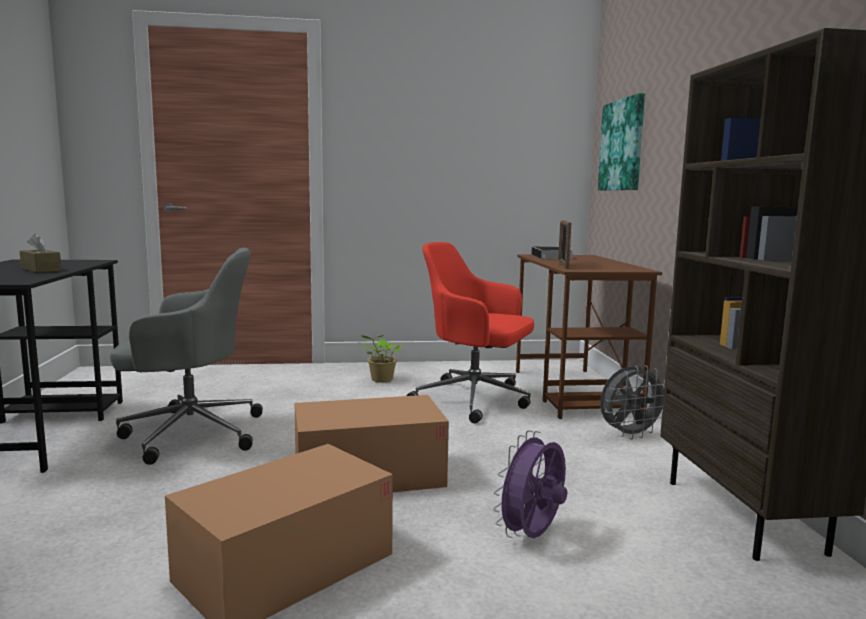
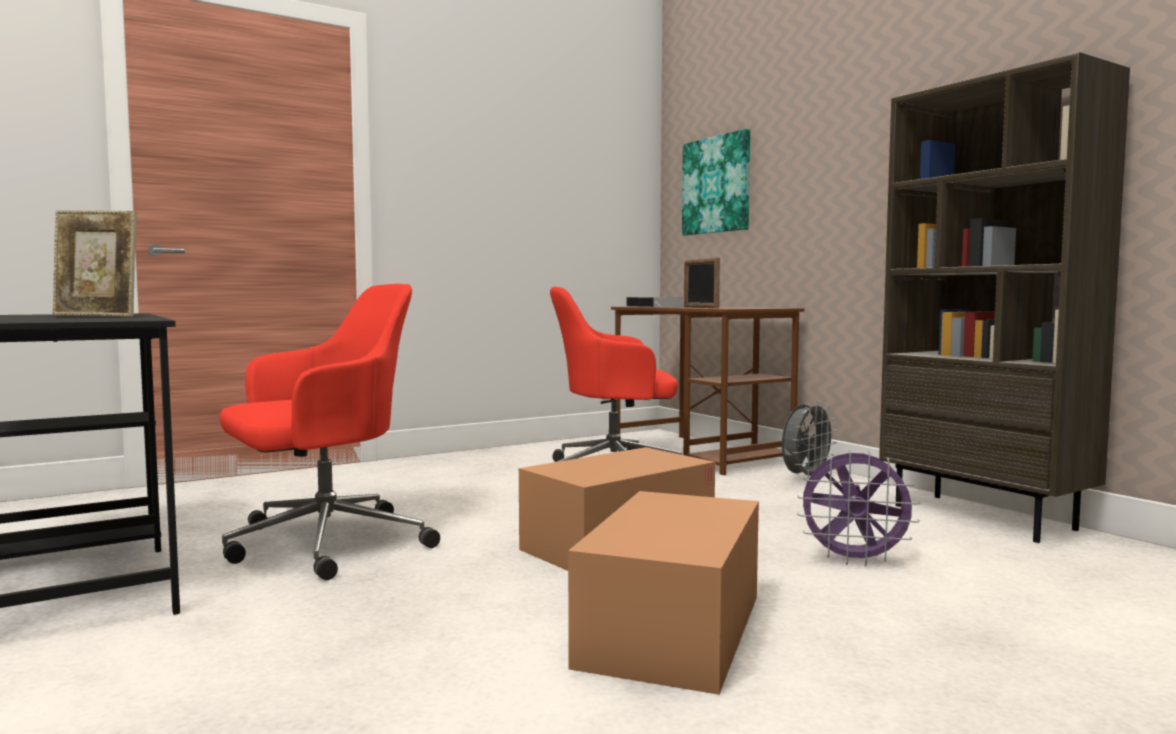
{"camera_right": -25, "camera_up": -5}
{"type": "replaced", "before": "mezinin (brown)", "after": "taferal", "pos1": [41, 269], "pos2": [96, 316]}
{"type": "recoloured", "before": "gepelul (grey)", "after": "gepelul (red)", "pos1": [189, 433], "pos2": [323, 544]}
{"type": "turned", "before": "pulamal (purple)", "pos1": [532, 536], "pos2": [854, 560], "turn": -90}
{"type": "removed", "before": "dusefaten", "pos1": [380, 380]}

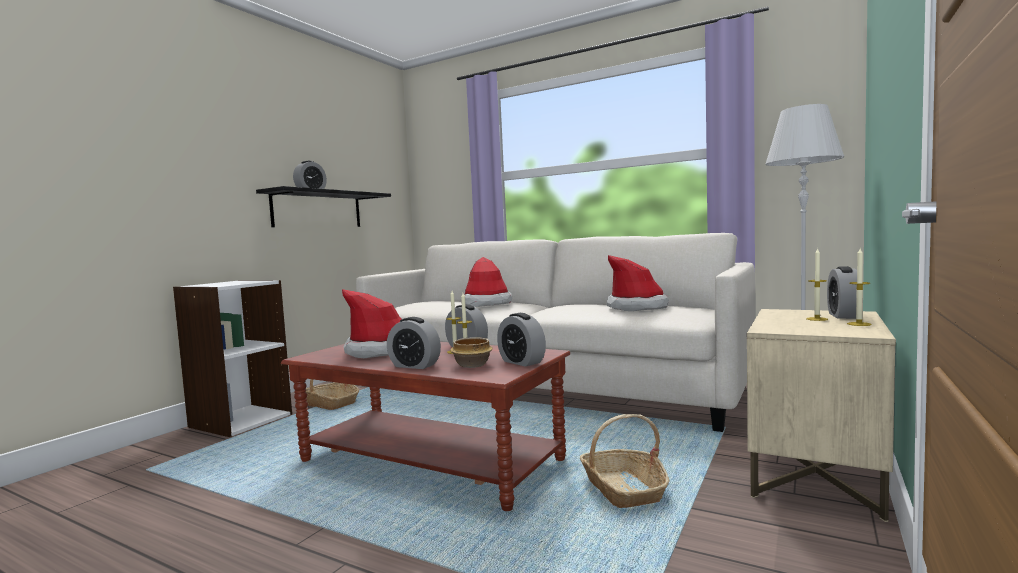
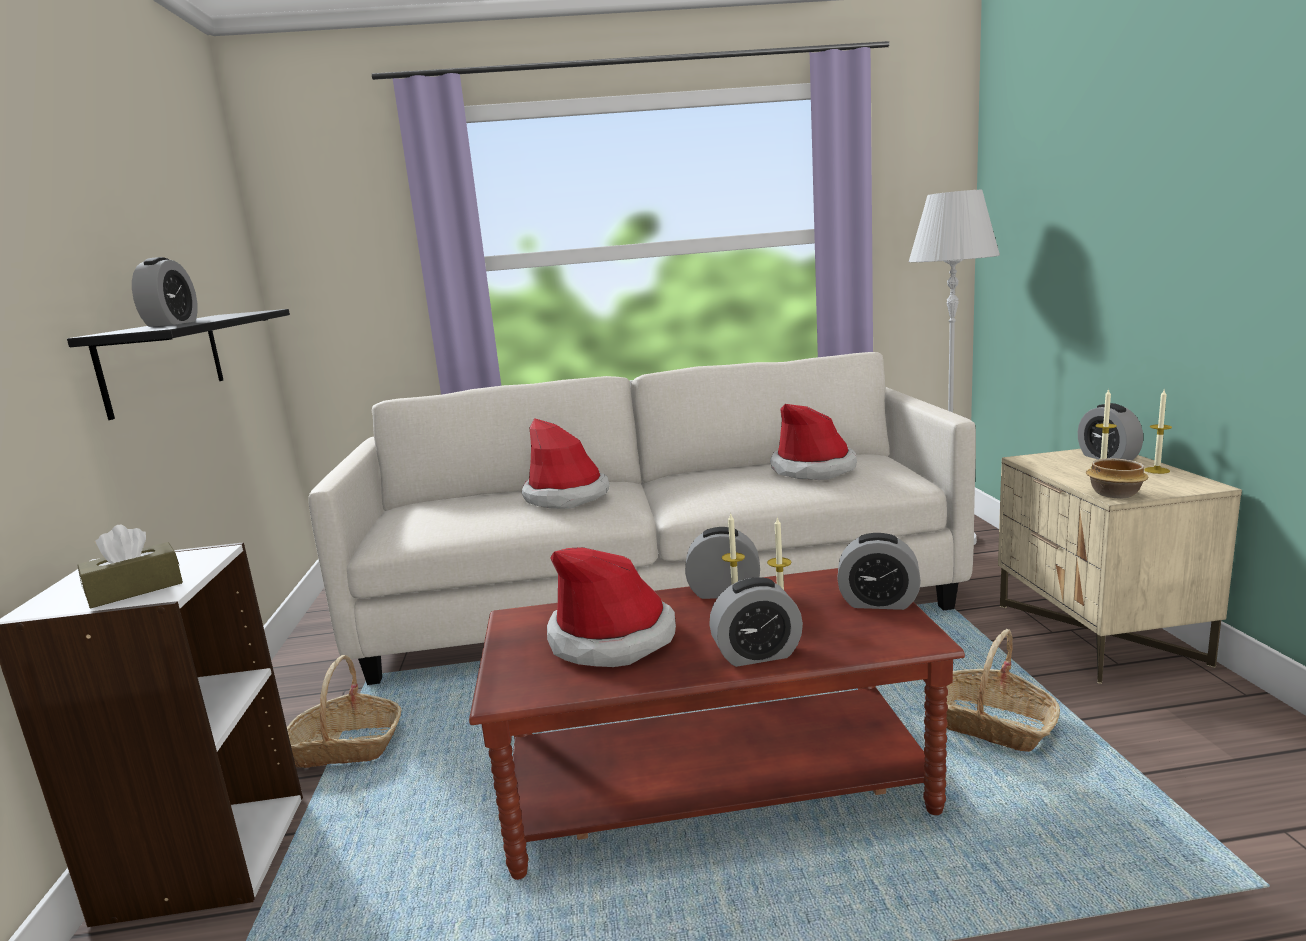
{"camera_right": -35, "camera_up": 10}
{"type": "added", "after": "mezinin (brown)", "pos2": [135, 589]}
{"type": "moved", "before": "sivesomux", "pos1": [472, 365], "pos2": [1113, 494]}

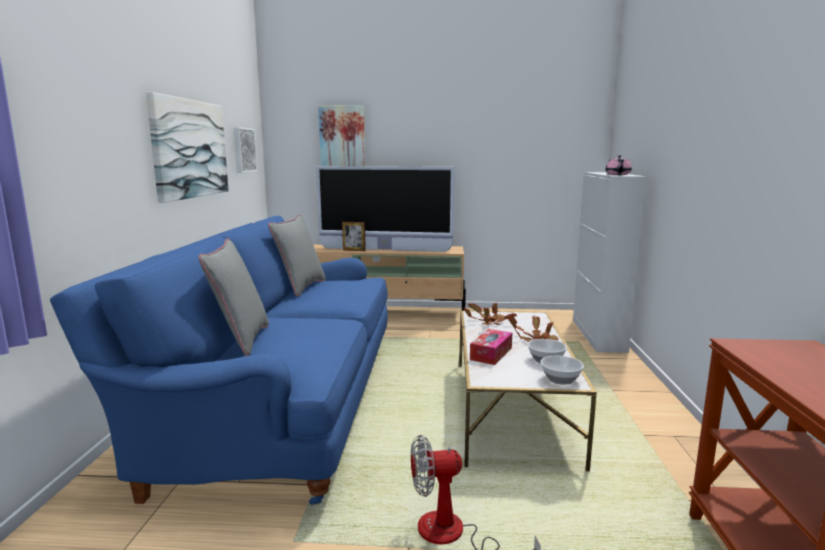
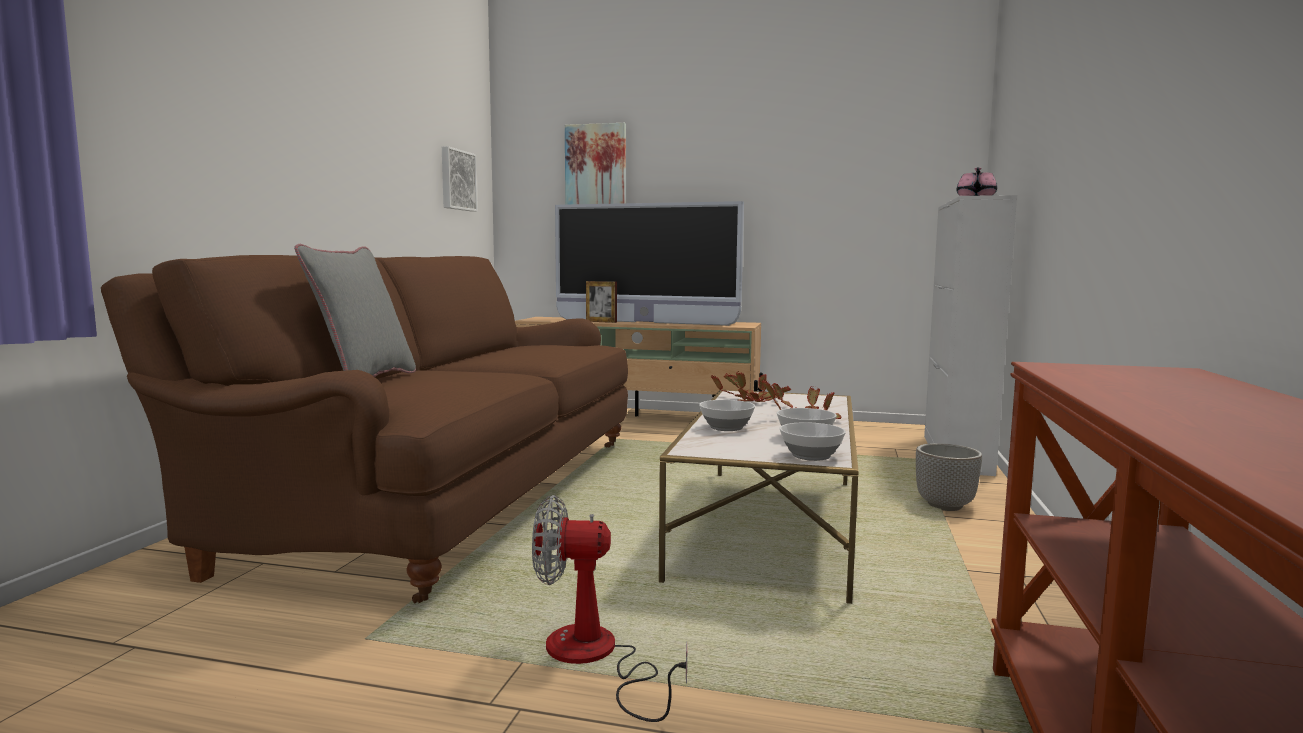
{"camera_right": 10, "camera_up": -5}
{"type": "recoloured", "before": "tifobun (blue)", "after": "tifobun (brown)", "pos1": [281, 401], "pos2": [444, 495]}
{"type": "replaced", "before": "mezinin", "after": "sivesomux", "pos1": [491, 354], "pos2": [726, 428]}
{"type": "added", "after": "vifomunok", "pos2": [946, 506]}
{"type": "removed", "before": "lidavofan", "pos1": [190, 149]}
{"type": "removed", "before": "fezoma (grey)", "pos1": [300, 287]}

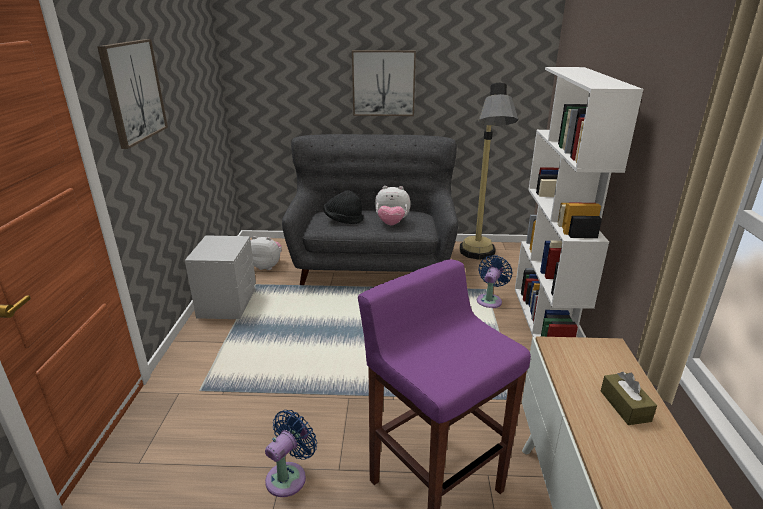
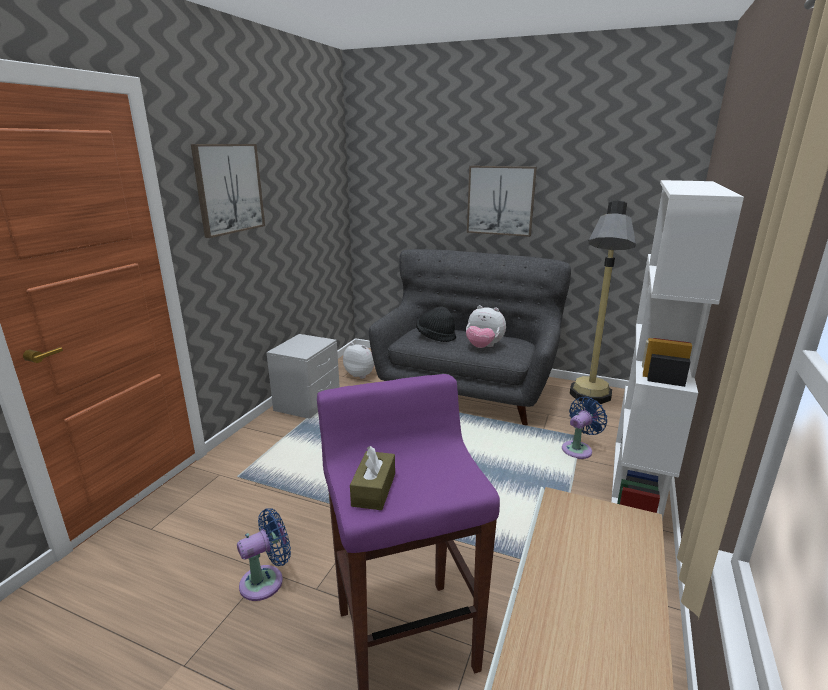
{"camera_right": 20, "camera_up": -5}
{"type": "moved", "before": "mezinin (brown)", "pos1": [625, 406], "pos2": [374, 489]}

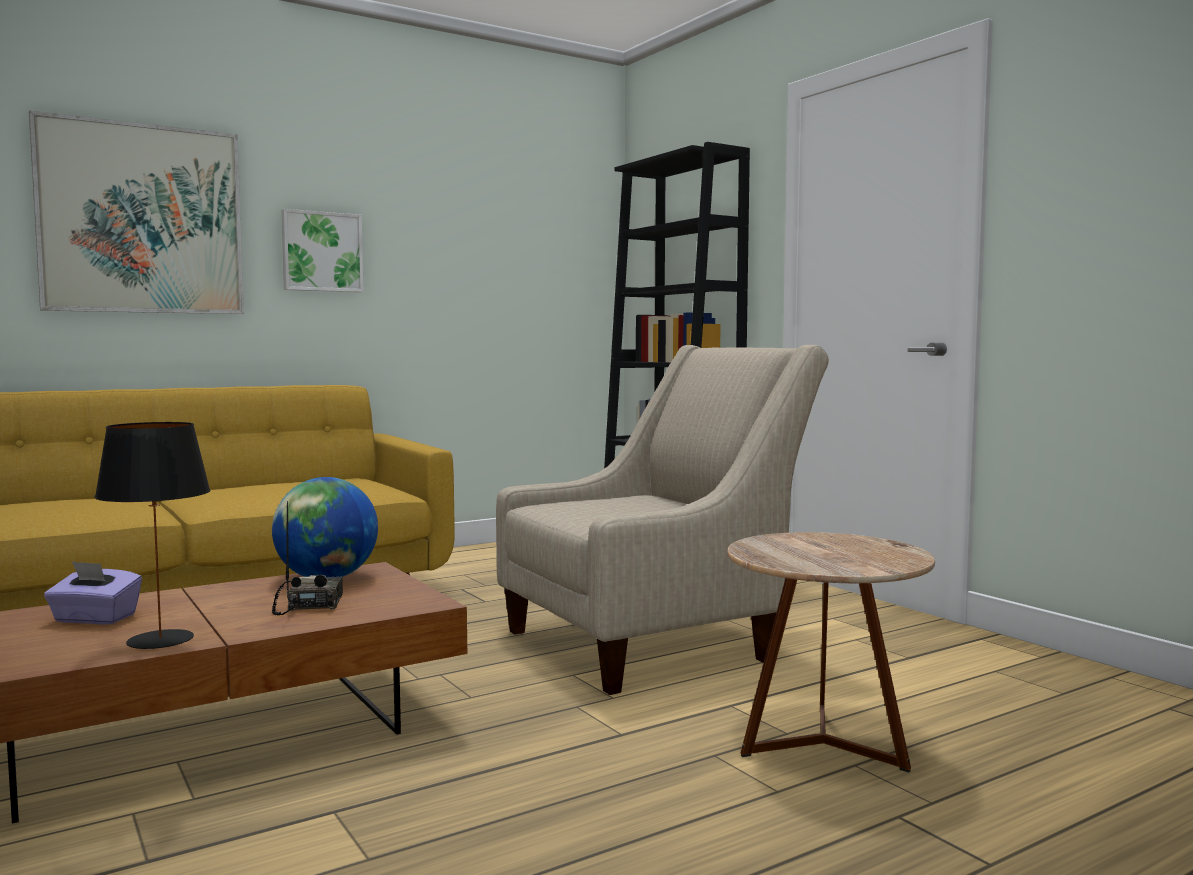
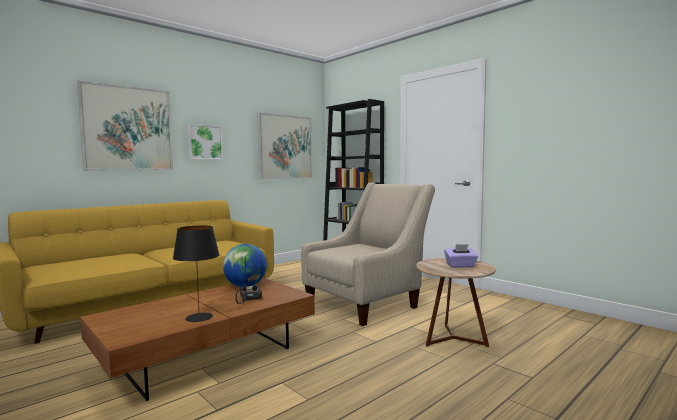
{"camera_right": -10, "camera_up": 0}
{"type": "added", "after": "lidavofan", "pos2": [285, 147]}
{"type": "moved", "before": "mezinin (purple)", "pos1": [95, 619], "pos2": [460, 266]}

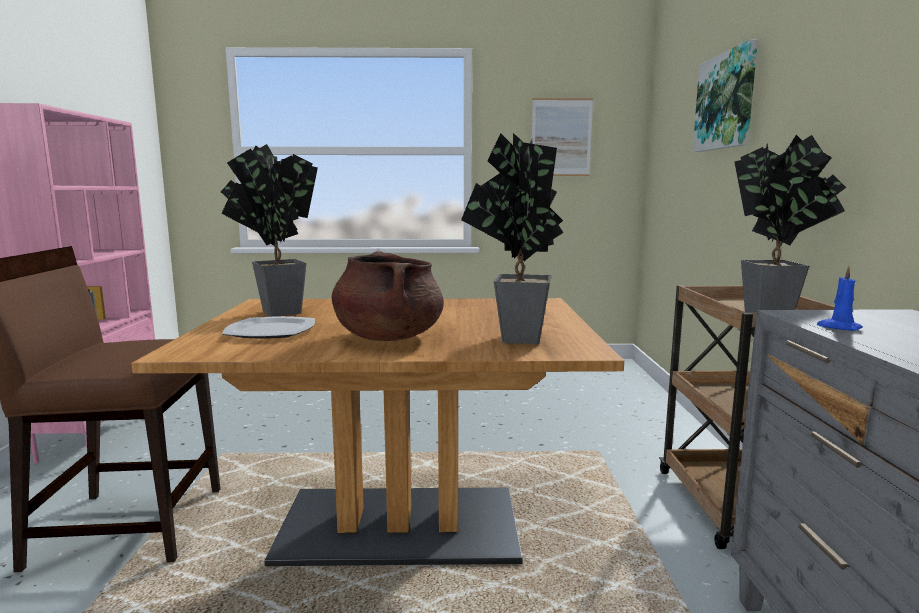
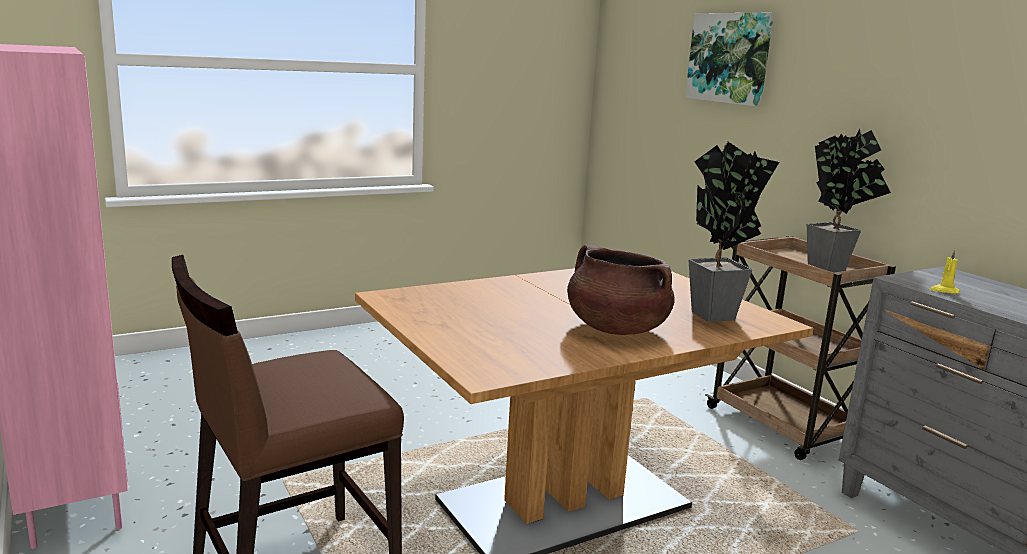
{"camera_right": -30, "camera_up": 5}
{"type": "recoloured", "before": "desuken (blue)", "after": "desuken (yellow)", "pos1": [838, 327], "pos2": [943, 291]}
{"type": "removed", "before": "dusefaten", "pos1": [274, 312]}
{"type": "removed", "before": "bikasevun", "pos1": [270, 331]}
{"type": "removed", "before": "lidavofan", "pos1": [561, 137]}

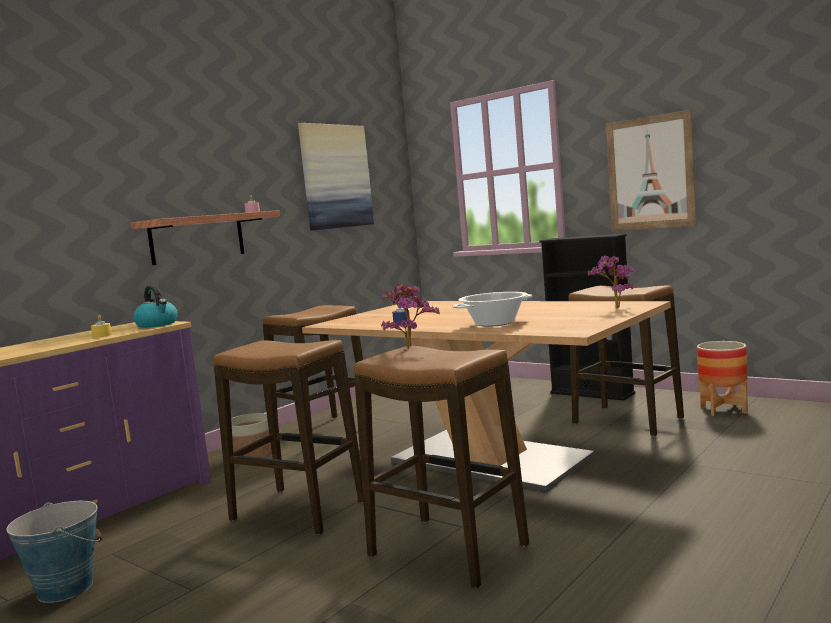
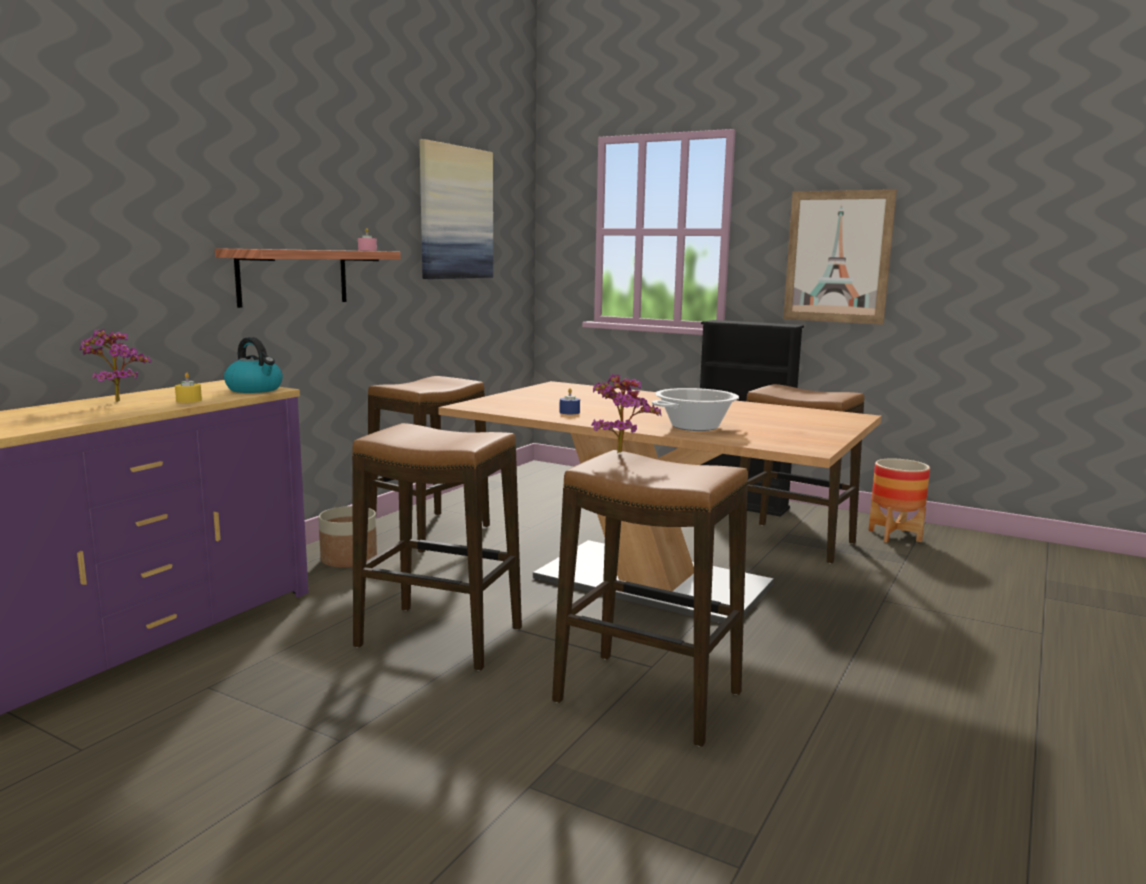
{"camera_right": -10, "camera_up": 5}
{"type": "moved", "before": "dusefaten", "pos1": [614, 307], "pos2": [115, 401]}
{"type": "removed", "before": "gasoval", "pos1": [65, 588]}

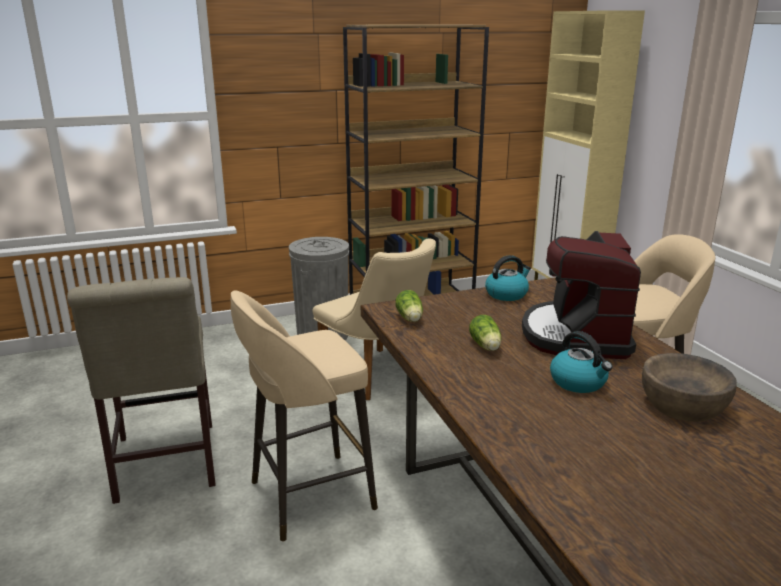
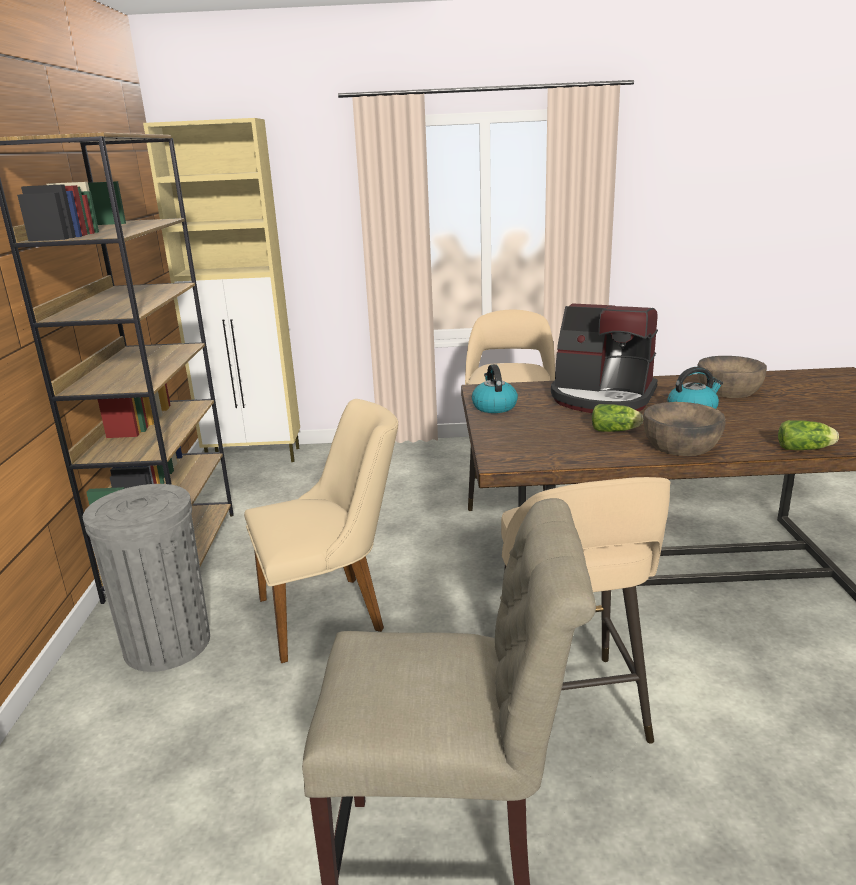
{"camera_right": -70, "camera_up": 0}
{"type": "added", "after": "sivesomux (brown)", "pos2": [681, 445]}
{"type": "moved", "before": "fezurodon", "pos1": [410, 318], "pos2": [806, 449]}

